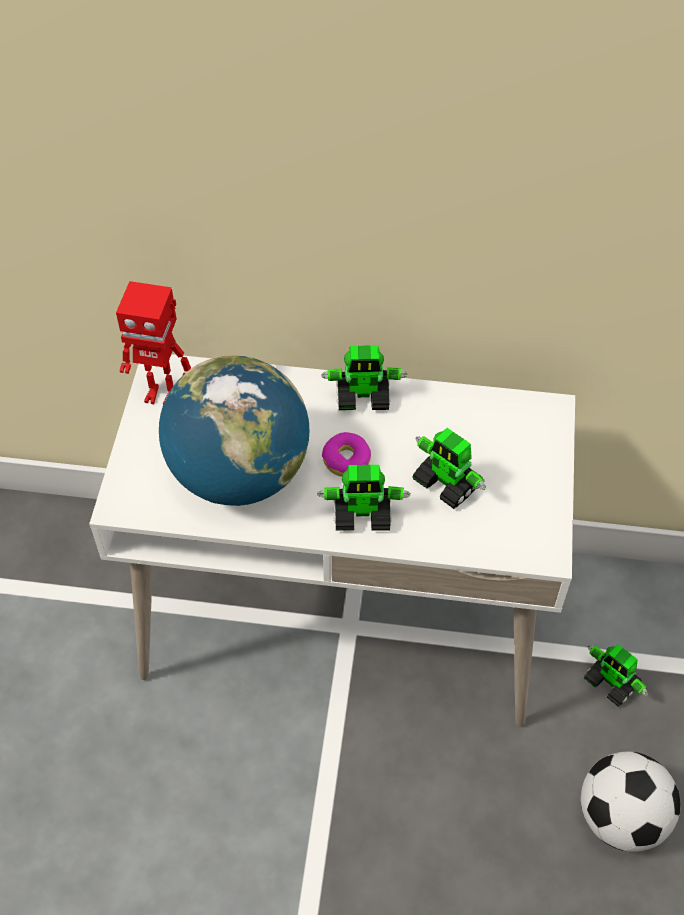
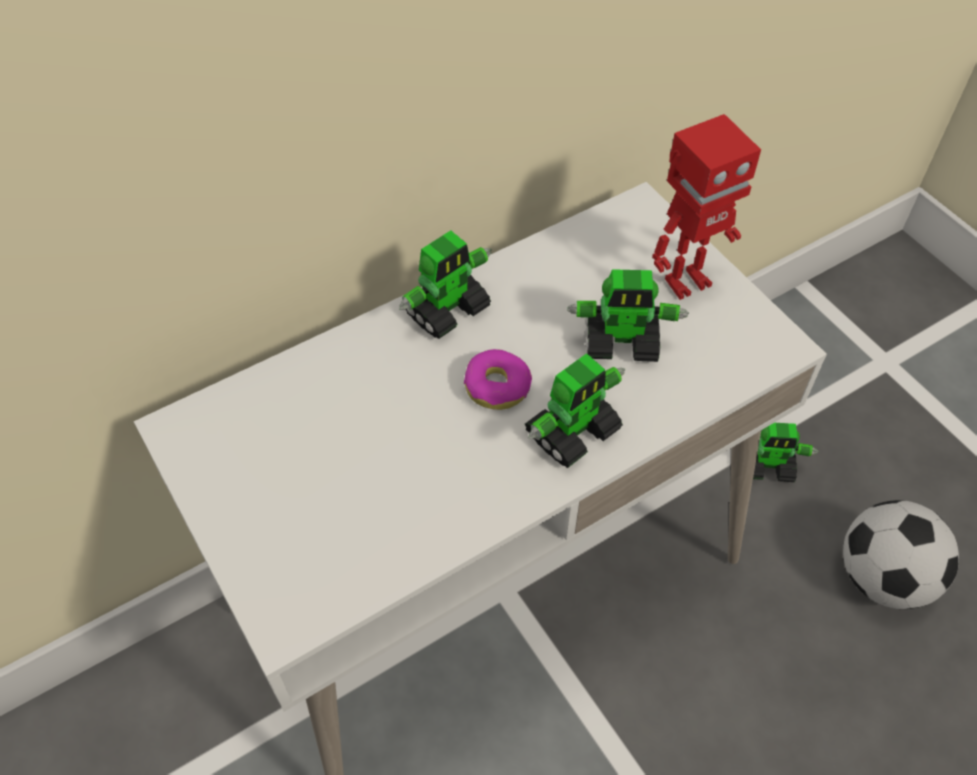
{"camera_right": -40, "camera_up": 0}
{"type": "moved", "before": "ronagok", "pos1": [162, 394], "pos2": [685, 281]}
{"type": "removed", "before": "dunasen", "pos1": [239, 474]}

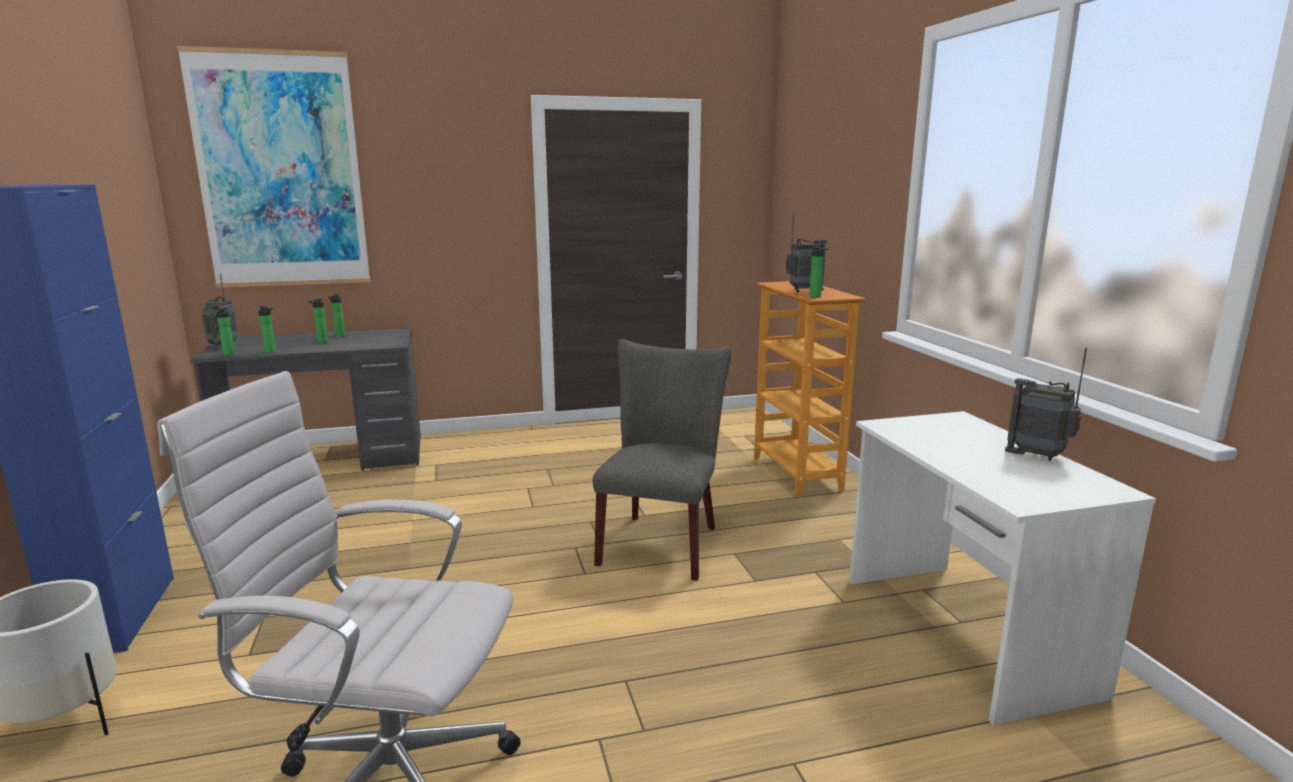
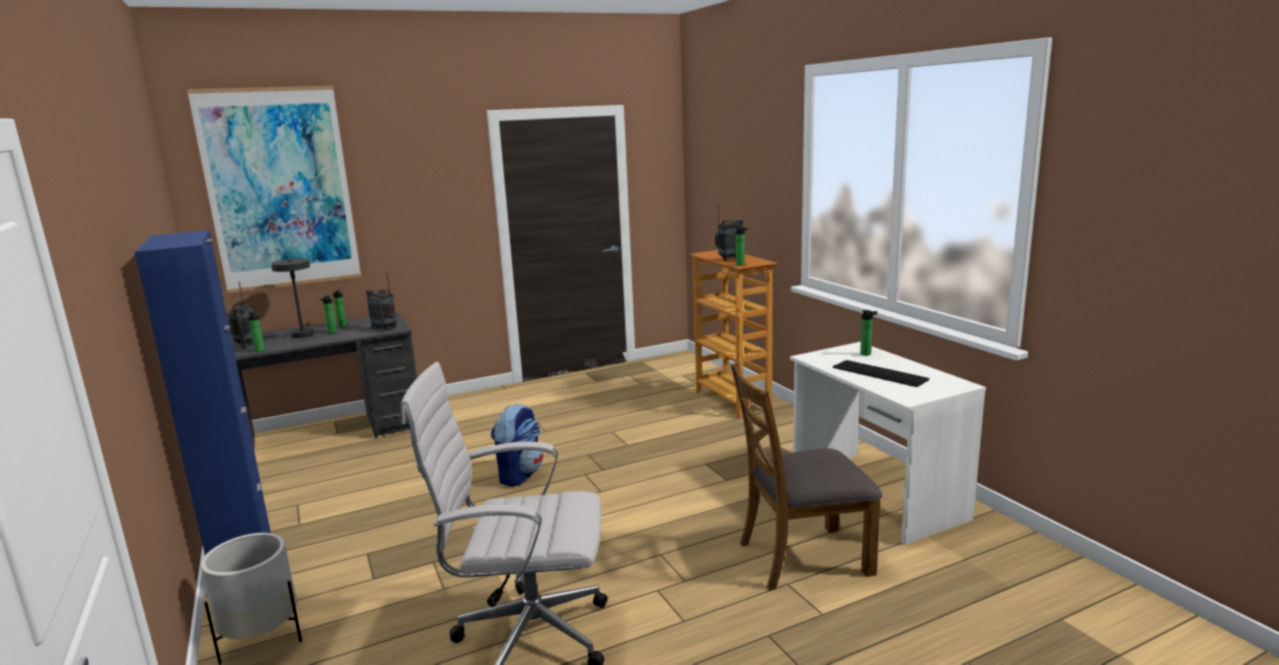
{"camera_right": -10, "camera_up": 0}
{"type": "added", "after": "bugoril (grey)", "pos2": [298, 335]}
{"type": "moved", "before": "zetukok", "pos1": [1039, 457], "pos2": [385, 329]}
{"type": "added", "after": "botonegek", "pos2": [519, 474]}
{"type": "added", "after": "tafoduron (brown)", "pos2": [802, 557]}
{"type": "added", "after": "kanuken", "pos2": [879, 373]}
{"type": "moved", "before": "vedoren", "pos1": [271, 352], "pos2": [867, 354]}
{"type": "removed", "before": "tafoduron (grey)", "pos1": [662, 541]}

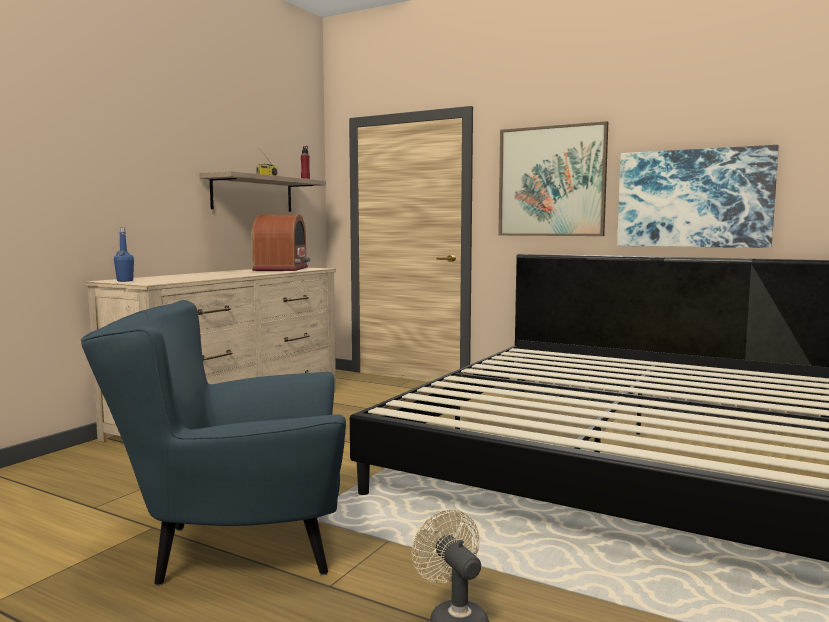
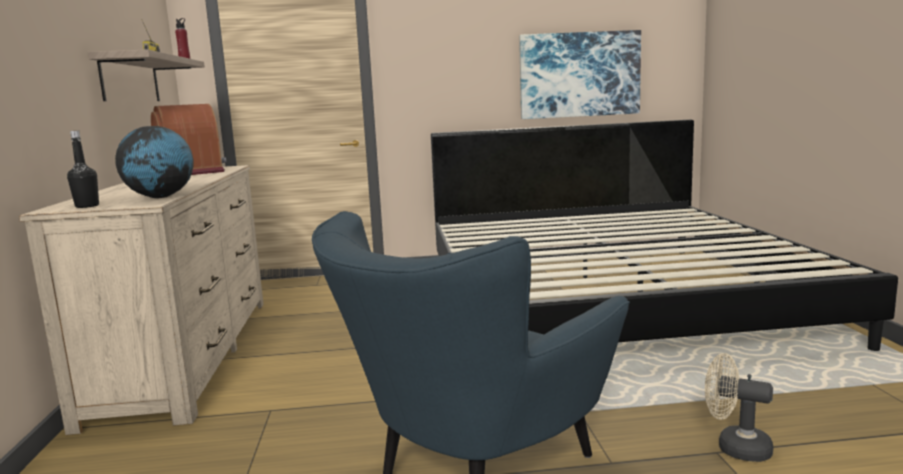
{"camera_right": -35, "camera_up": 5}
{"type": "recoloured", "before": "vedoren (blue)", "after": "vedoren (black)", "pos1": [125, 281], "pos2": [87, 206]}
{"type": "added", "after": "dunasen", "pos2": [160, 197]}
{"type": "removed", "before": "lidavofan", "pos1": [551, 181]}

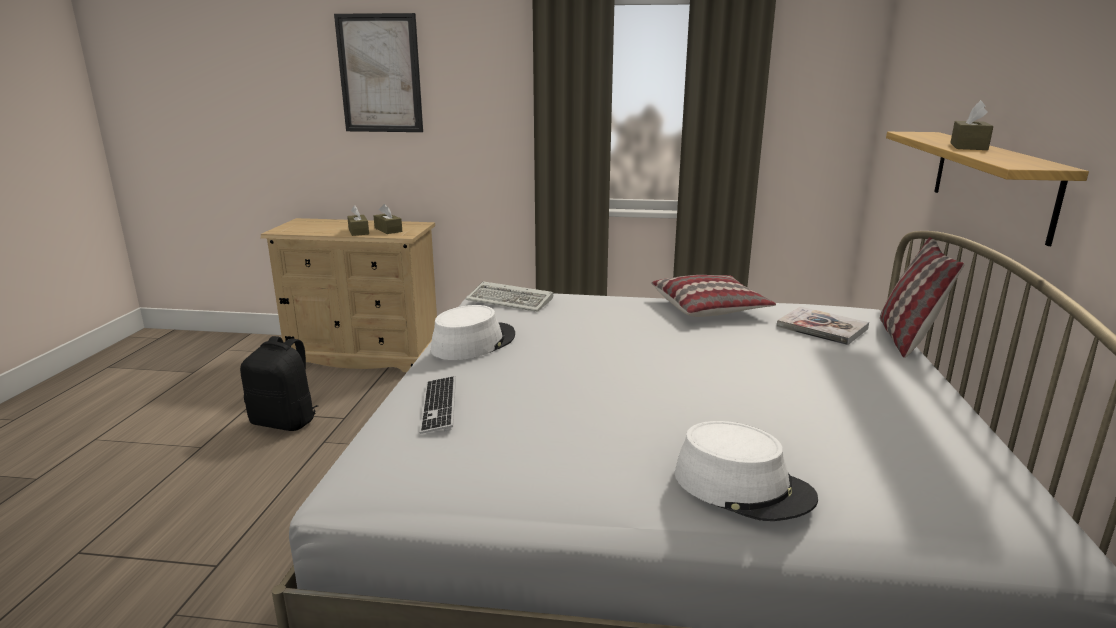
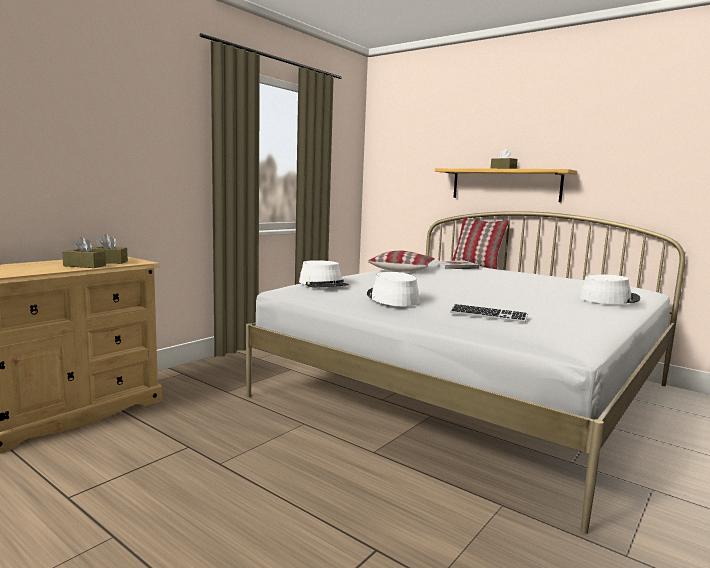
{"camera_right": -60, "camera_up": -10}
{"type": "replaced", "before": "kanuken", "after": "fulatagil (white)", "pos1": [511, 301], "pos2": [323, 284]}
{"type": "removed", "before": "botonegek (black)", "pos1": [285, 421]}
{"type": "removed", "before": "lidavofan", "pos1": [380, 74]}

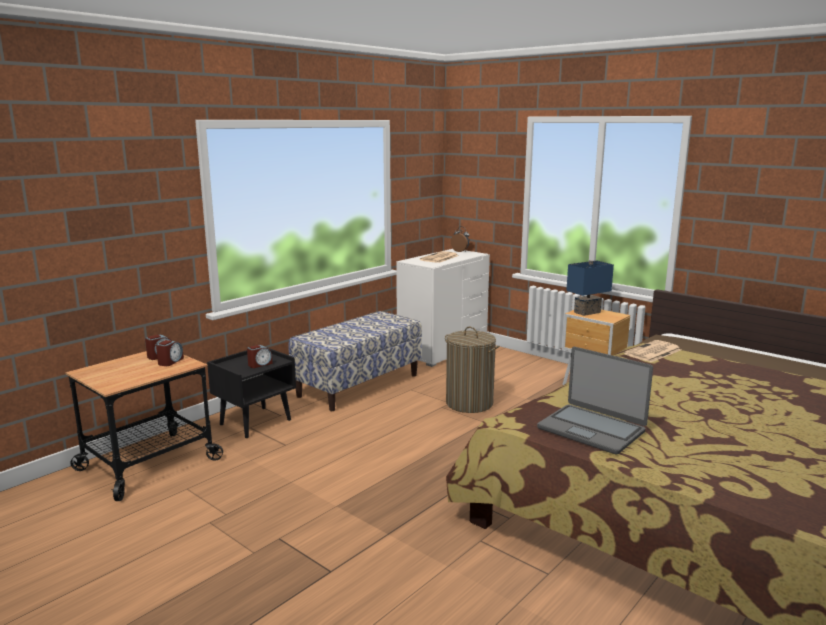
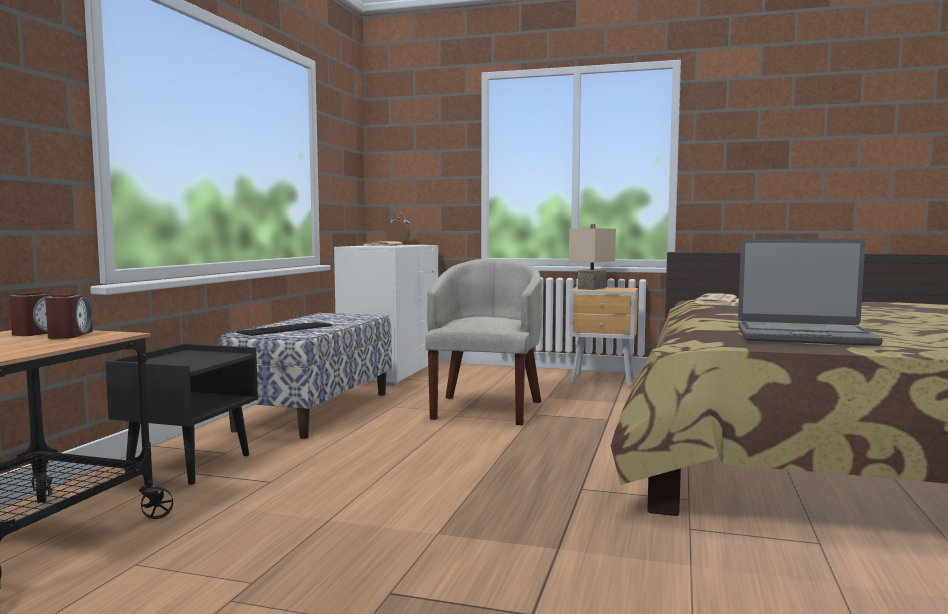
{"camera_right": -25, "camera_up": -10}
{"type": "added", "after": "kanuken", "pos2": [286, 329]}
{"type": "replaced", "before": "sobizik", "after": "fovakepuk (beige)", "pos1": [469, 403], "pos2": [486, 409]}
{"type": "recoloured", "before": "bugoril (blue)", "after": "bugoril (beige)", "pos1": [587, 313], "pos2": [593, 288]}
{"type": "removed", "before": "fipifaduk", "pos1": [260, 364]}

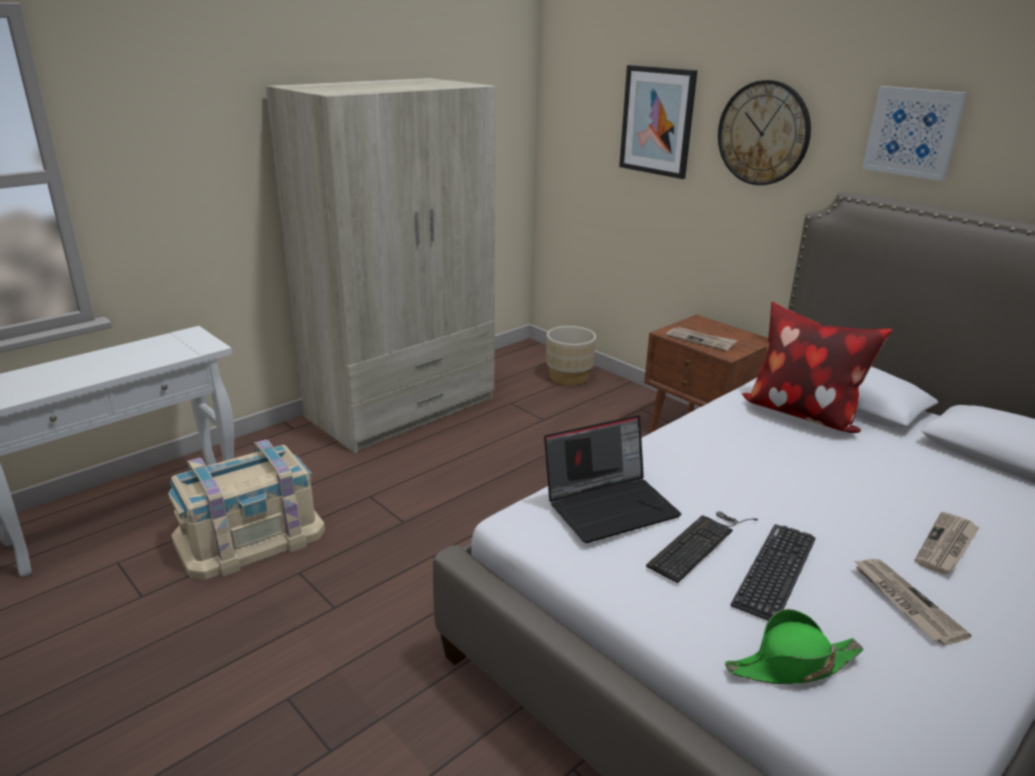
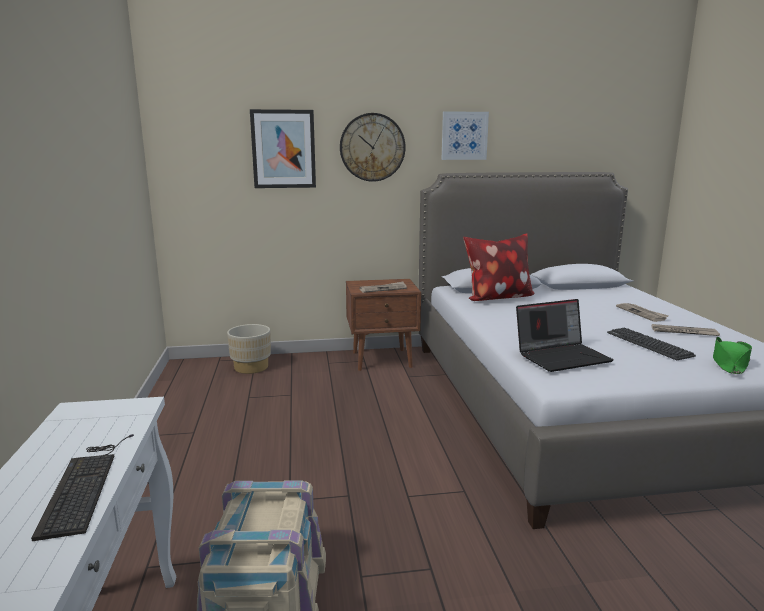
{"camera_right": -55, "camera_up": -10}
{"type": "moved", "before": "kanuken", "pos1": [699, 543], "pos2": [85, 483]}
{"type": "turned", "before": "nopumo", "pos1": [611, 505], "pos2": [562, 356], "turn": 60}
{"type": "removed", "before": "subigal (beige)", "pos1": [402, 408]}

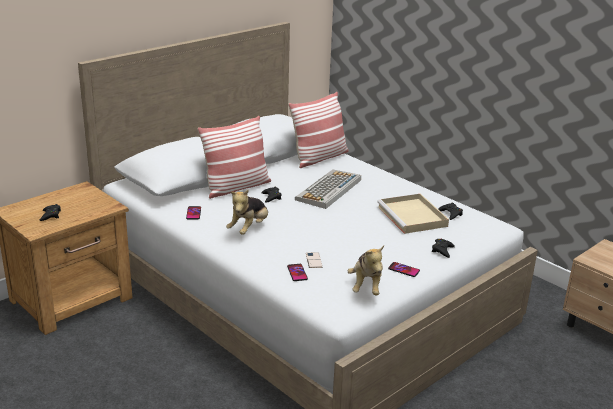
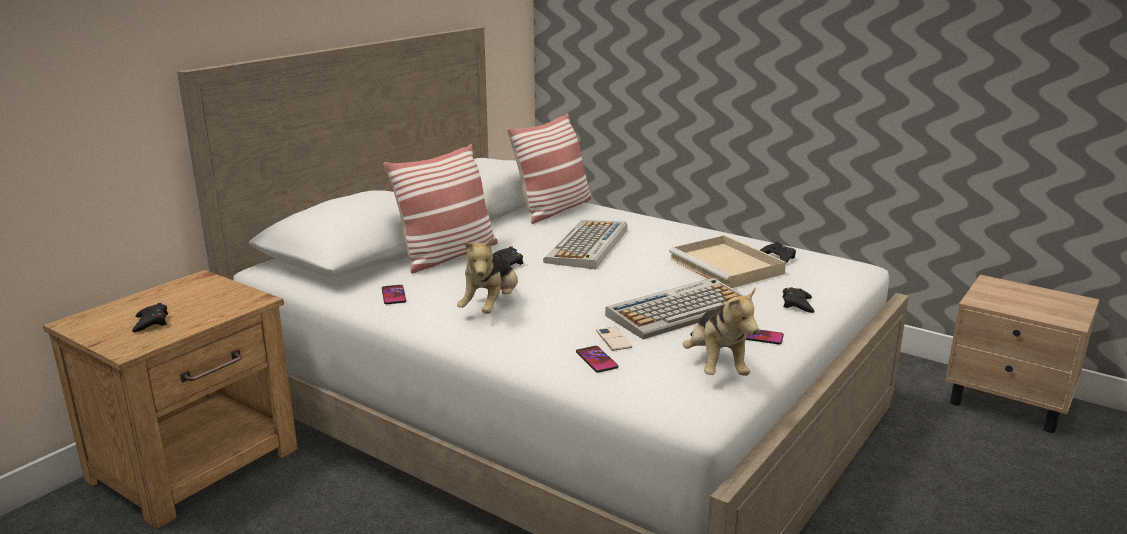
{"camera_right": -10, "camera_up": -5}
{"type": "added", "after": "kanuken", "pos2": [679, 310]}

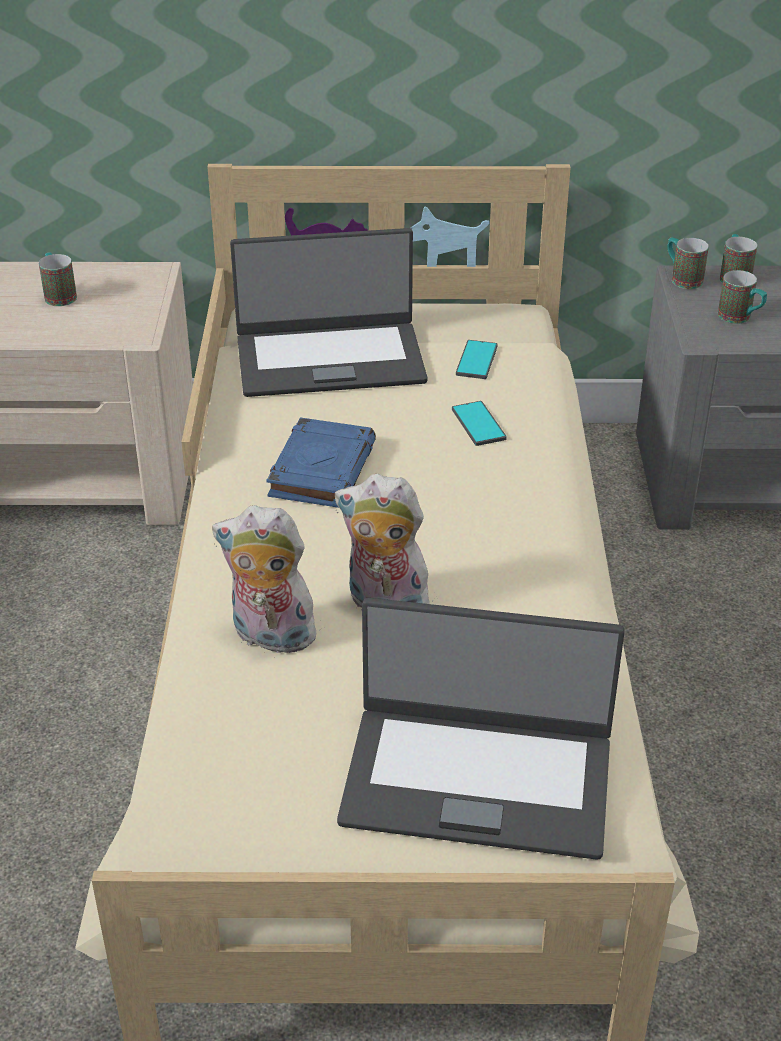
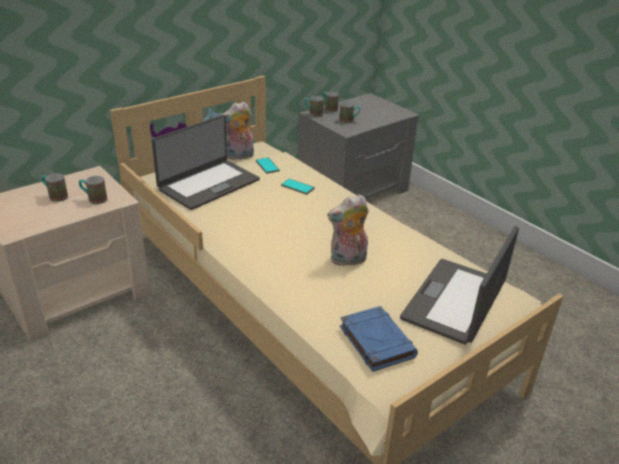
{"camera_right": -40, "camera_up": -5}
{"type": "added", "after": "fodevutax", "pos2": [94, 199]}
{"type": "moved", "before": "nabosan", "pos1": [269, 637], "pos2": [239, 156]}
{"type": "moved", "before": "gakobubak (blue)", "pos1": [322, 469], "pos2": [376, 341]}
{"type": "turned", "before": "nopumo", "pos1": [477, 779], "pos2": [456, 301], "turn": 150}

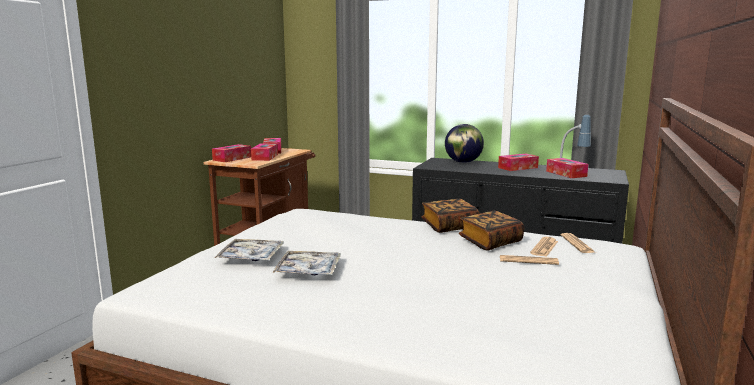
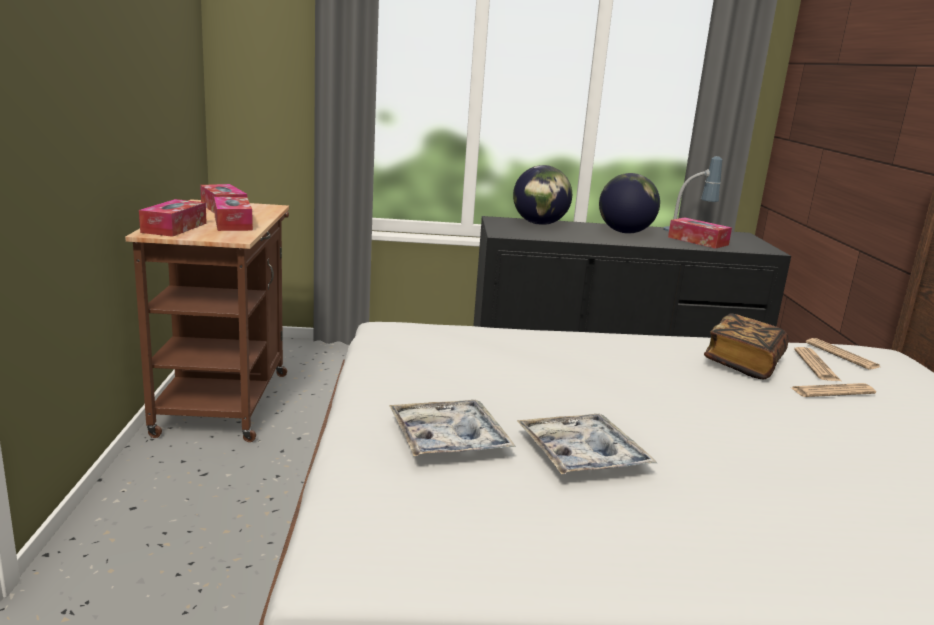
{"camera_right": -25, "camera_up": 5}
{"type": "replaced", "before": "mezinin", "after": "dunasen", "pos1": [518, 168], "pos2": [625, 232]}
{"type": "removed", "before": "gakobubak", "pos1": [449, 226]}

